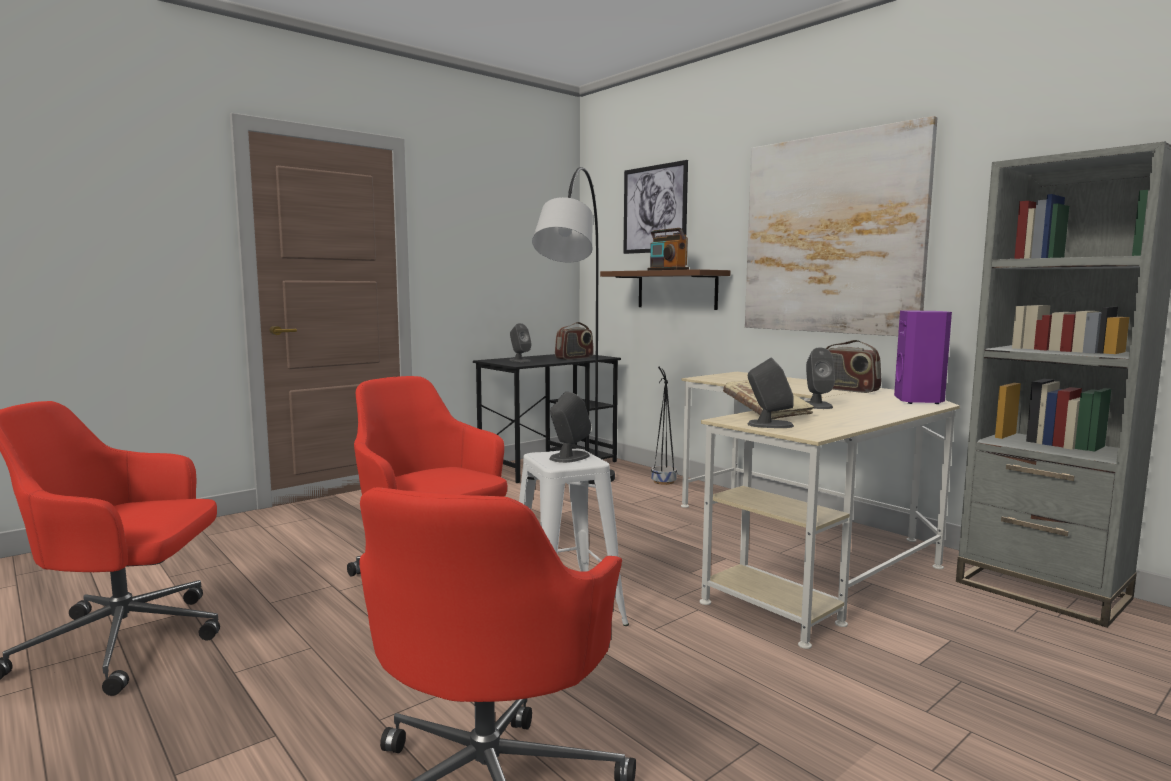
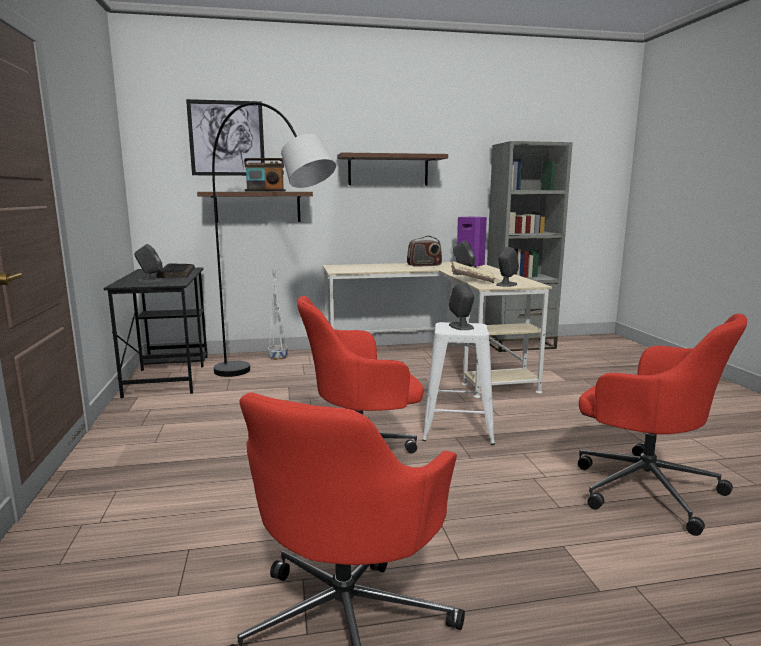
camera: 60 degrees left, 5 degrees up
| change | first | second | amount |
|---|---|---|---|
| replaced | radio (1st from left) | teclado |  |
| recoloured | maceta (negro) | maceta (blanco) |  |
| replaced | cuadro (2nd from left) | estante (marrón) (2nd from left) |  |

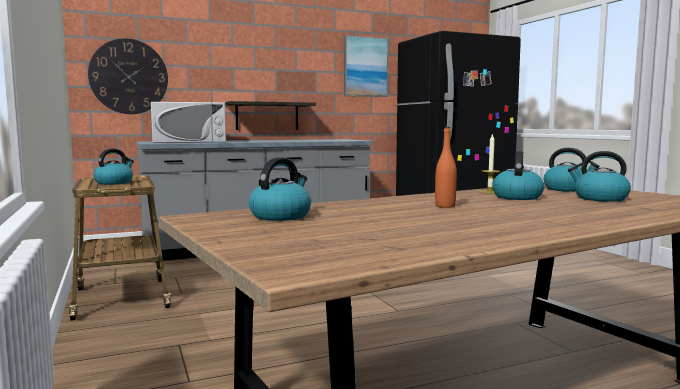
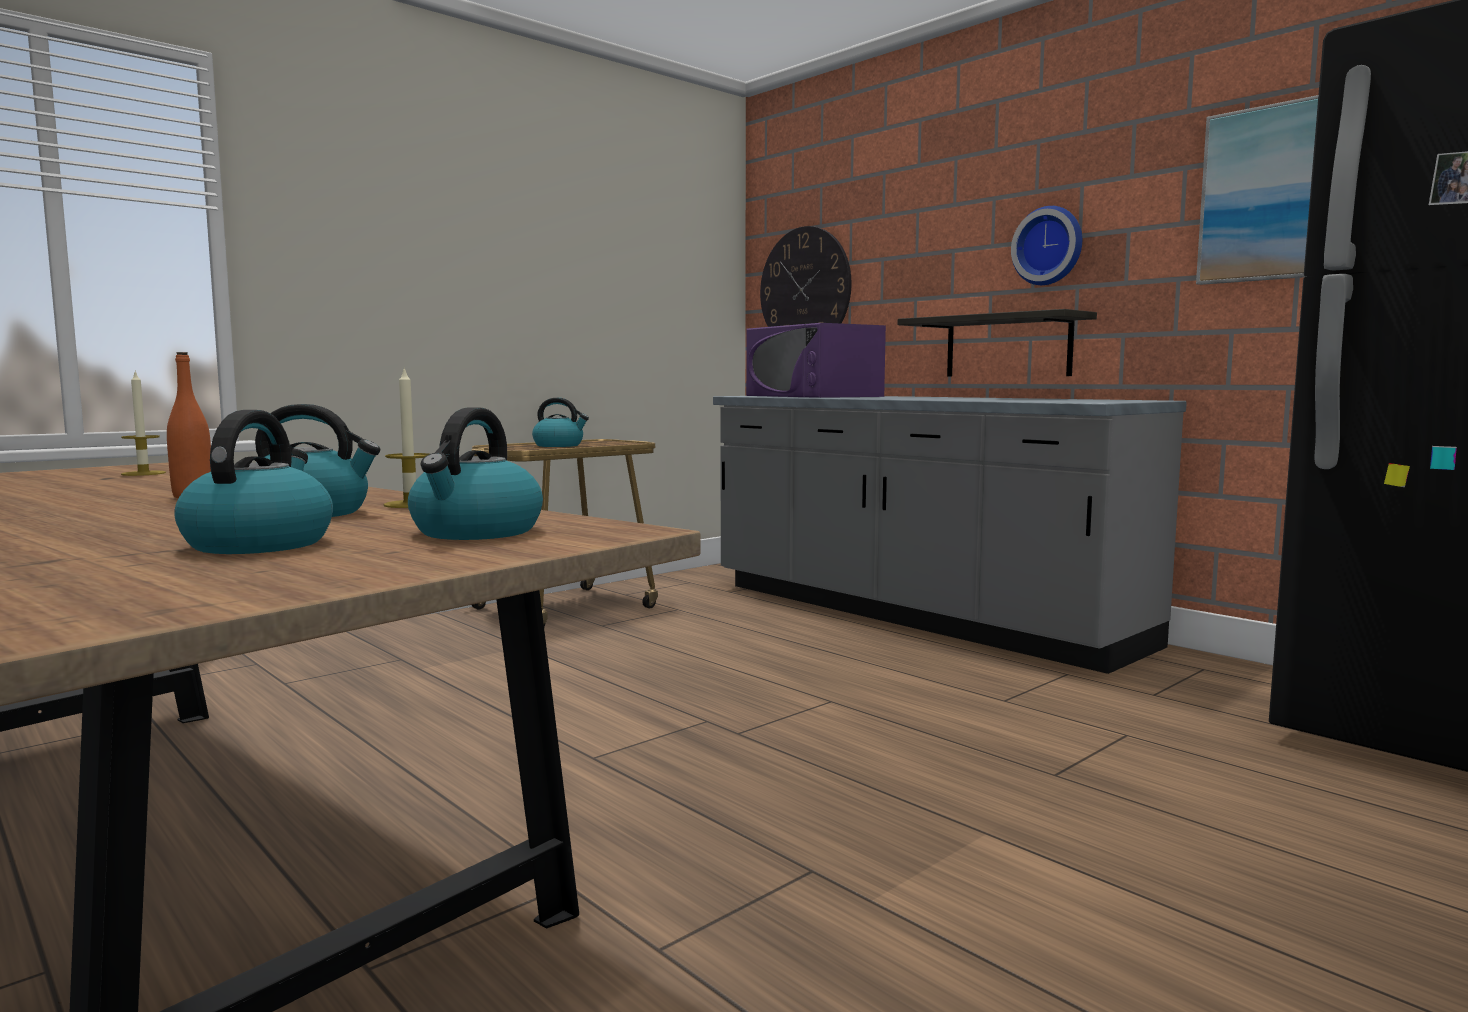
camera: 70 degrees right, 0 degrees up
| change | first | second | amount |
|---|---|---|---|
| replaced | hervidor (2nd from left) | vela (1st from left) |  |
| recoloured | microondas (blanco) | microondas (morado) |  |
| added |  | reloj de pared (2nd from left) |  |

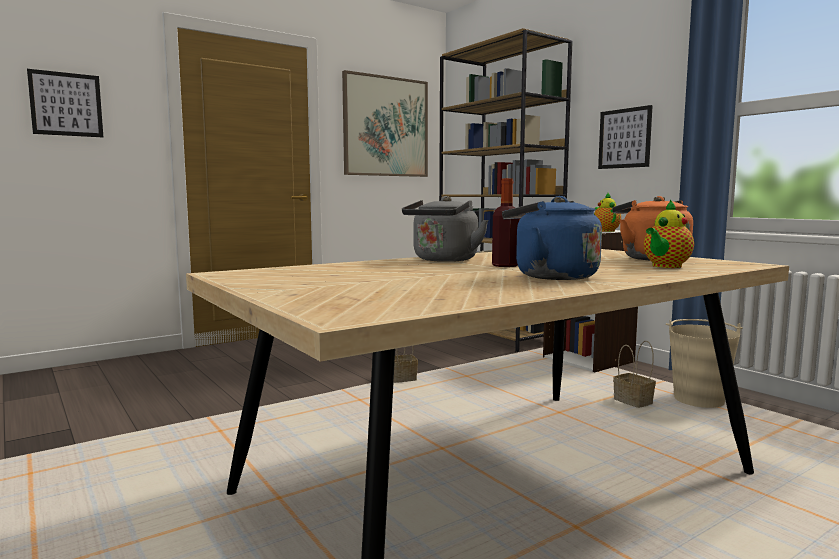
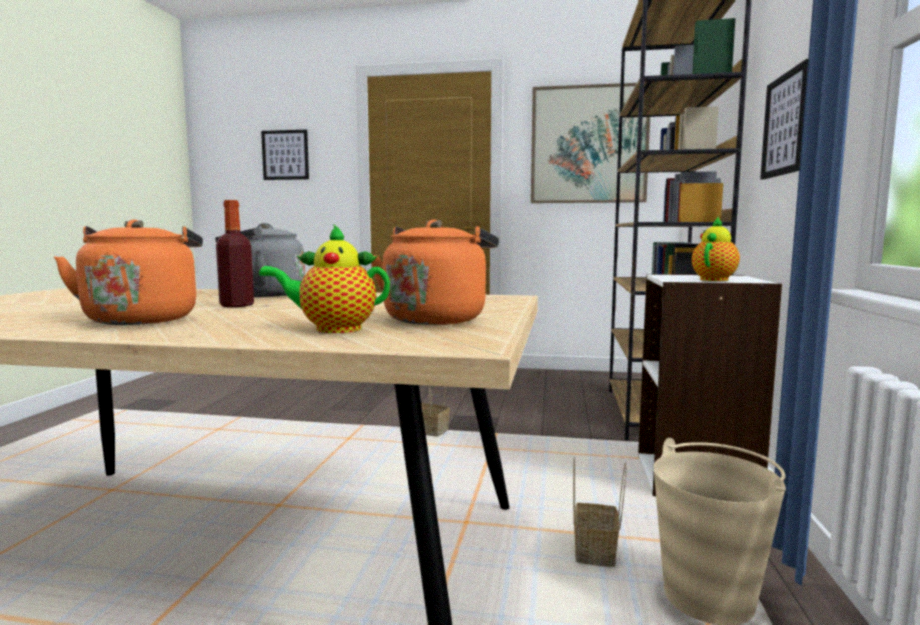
camera: 45 degrees right, 0 degrees up
| change | first | second | amount |
|---|---|---|---|
| recoloured | hervidor (azul) | hervidor (naranja) (1st from left) |  |

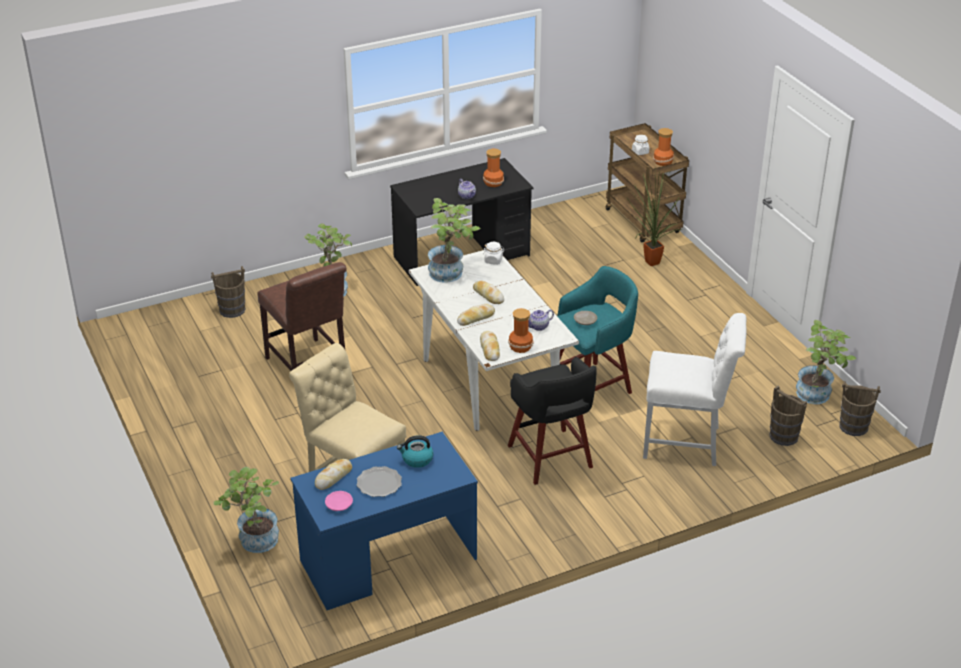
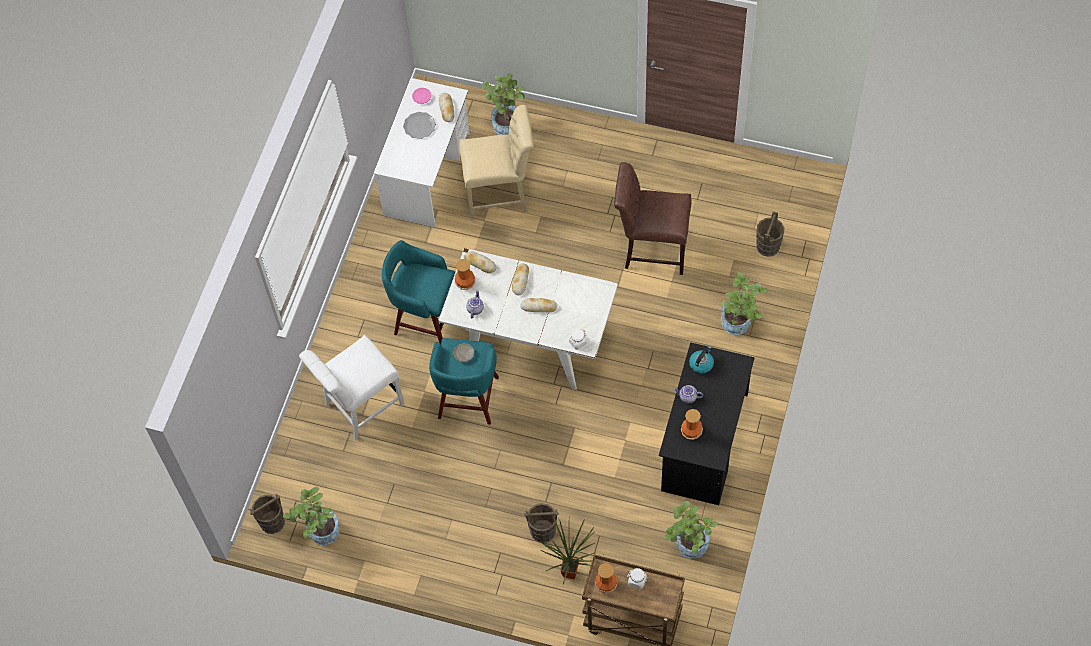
camera: 135 degrees right, 25 degrees up
| change | first | second | amount |
|---|---|---|---|
| recoloured | escritorio (azul) | escritorio (blanco) |  |
| recoloured | taburete (negro) | taburete (turquesa) (1st from left) |  |
| moved | cubo (marrón) (2nd from left) |  |  |
| moved | planta en maceta (3rd from left in the first image) | planta en maceta (4th from left) |  |
| moved | hervidor |  |  |

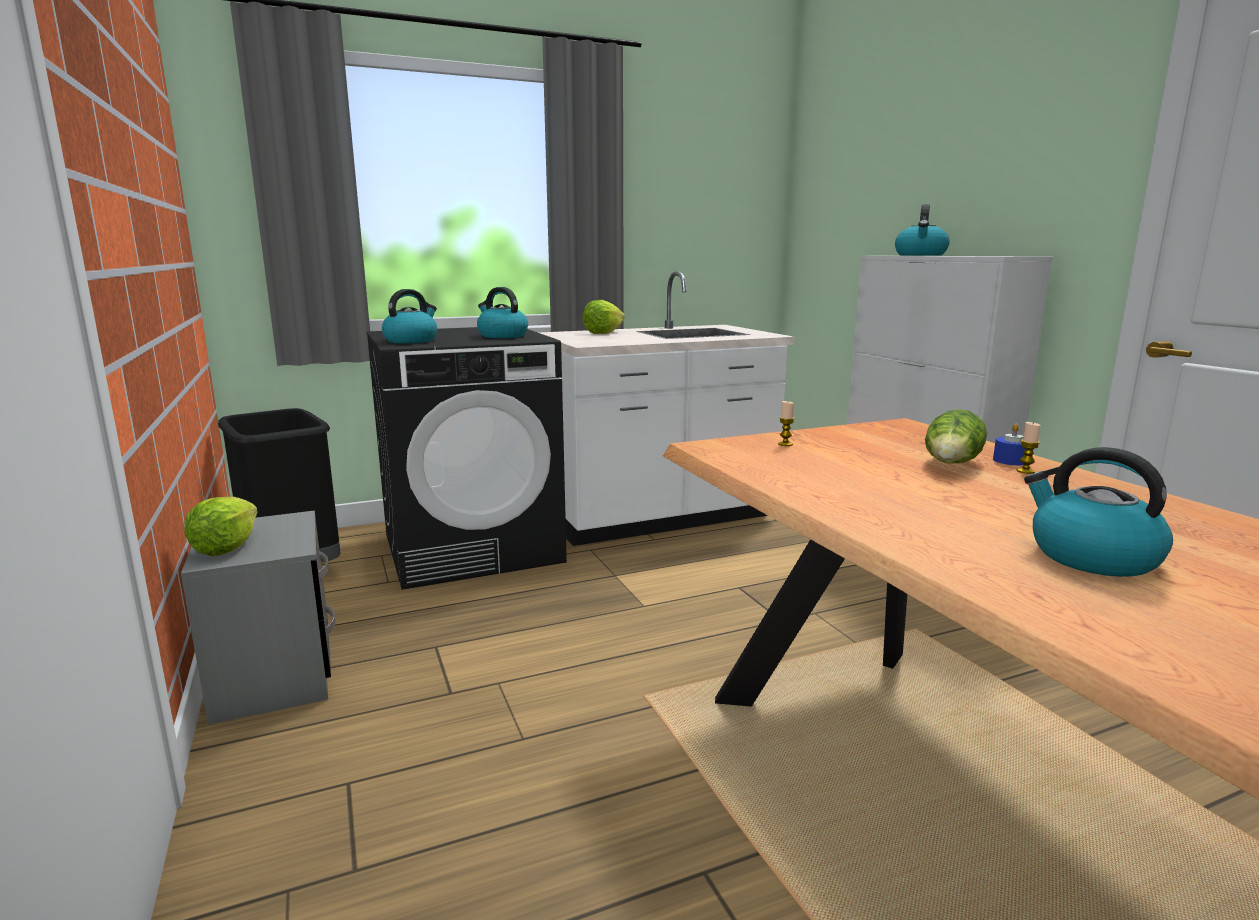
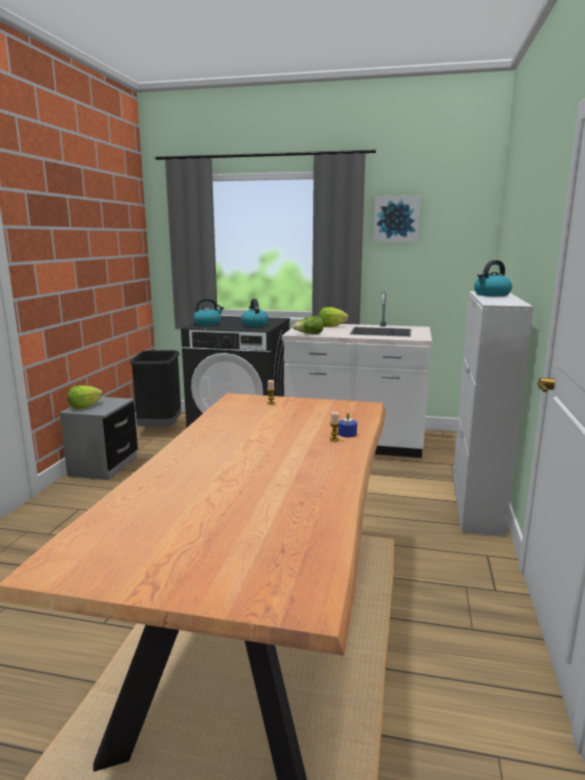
camera: 35 degrees right, 0 degrees up
| change | first | second | amount |
|---|---|---|---|
| moved | lechuga (3rd from left in the first image) | lechuga (2nd from left) |  |
| added |  | cuadro |  |
| removed | hervidor (4th from left) |  |  |

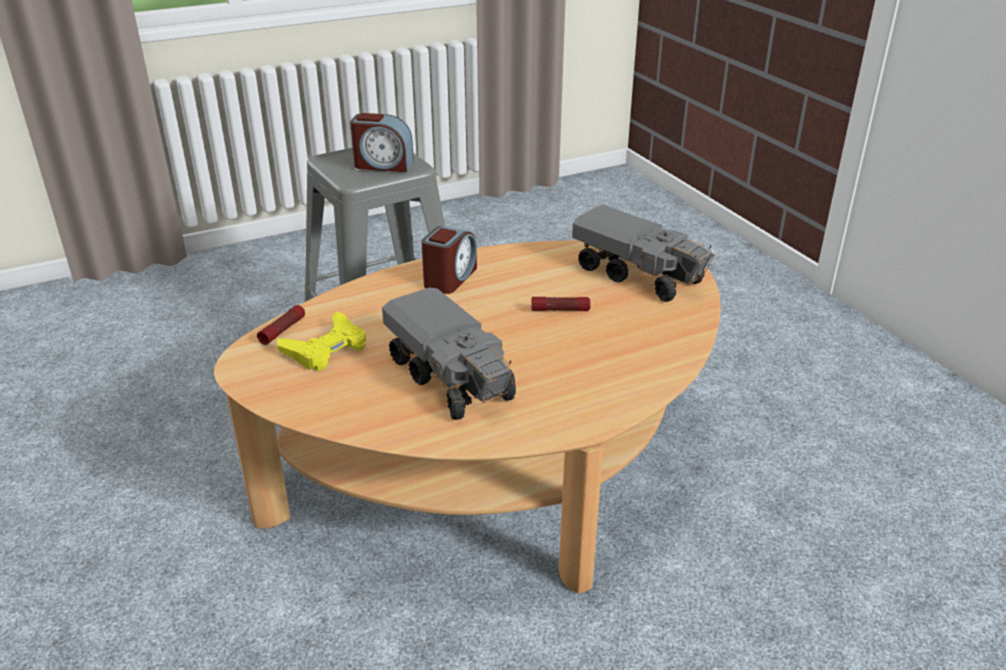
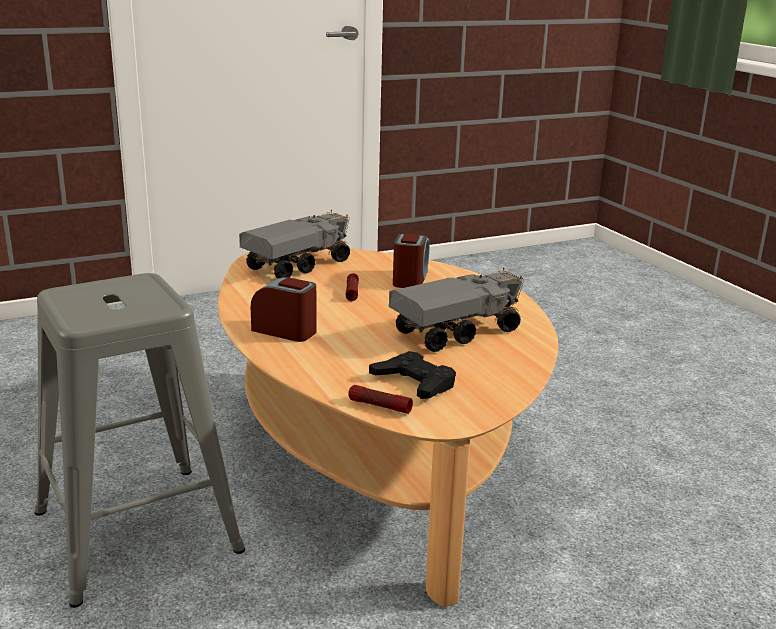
camera: 90 degrees left, 10 degrees down
| change | first | second | amount |
|---|---|---|---|
| recoloured | mando de consola (amarillo) | mando de consola (negro) |  |
| moved | despertador (1st from left in the first image) | despertador (2nd from left) |  |

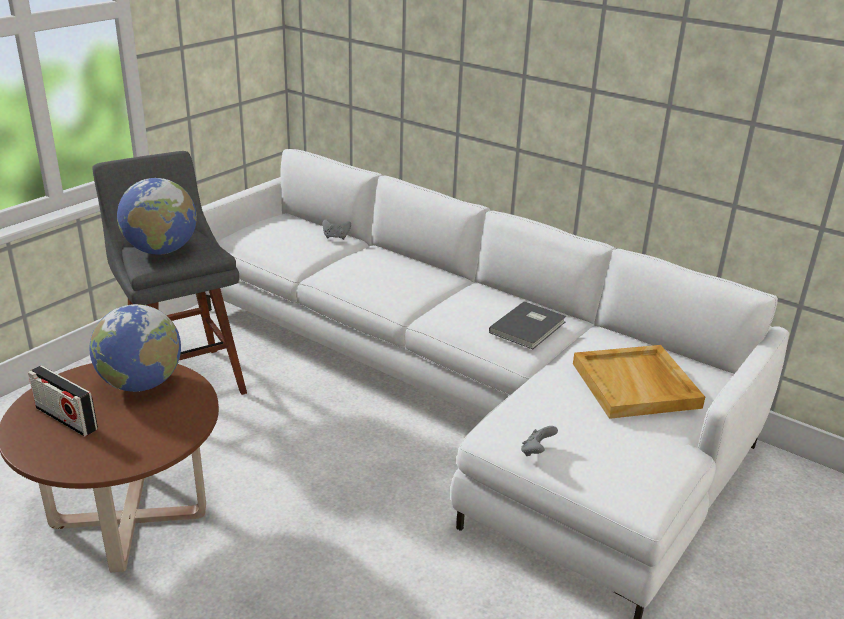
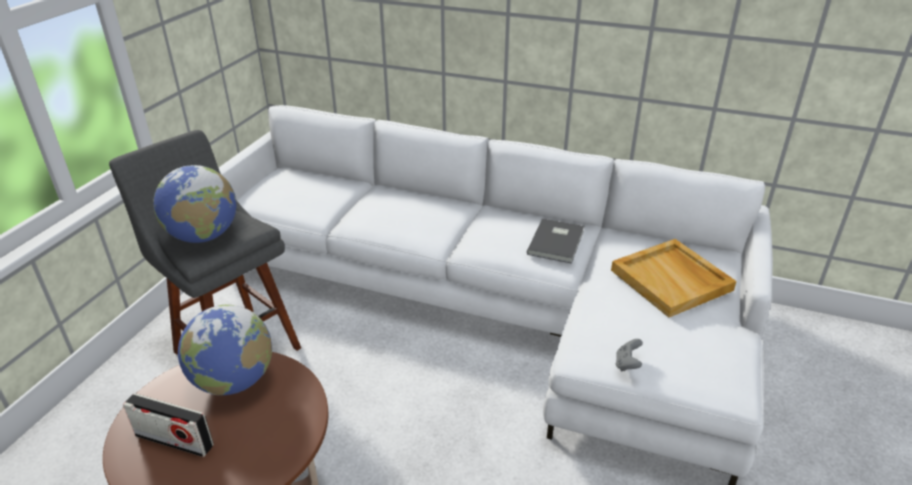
camera: 15 degrees left, 5 degrees up
| change | first | second | amount |
|---|---|---|---|
| removed | mando de consola (gris) (1st from left) |  |  |

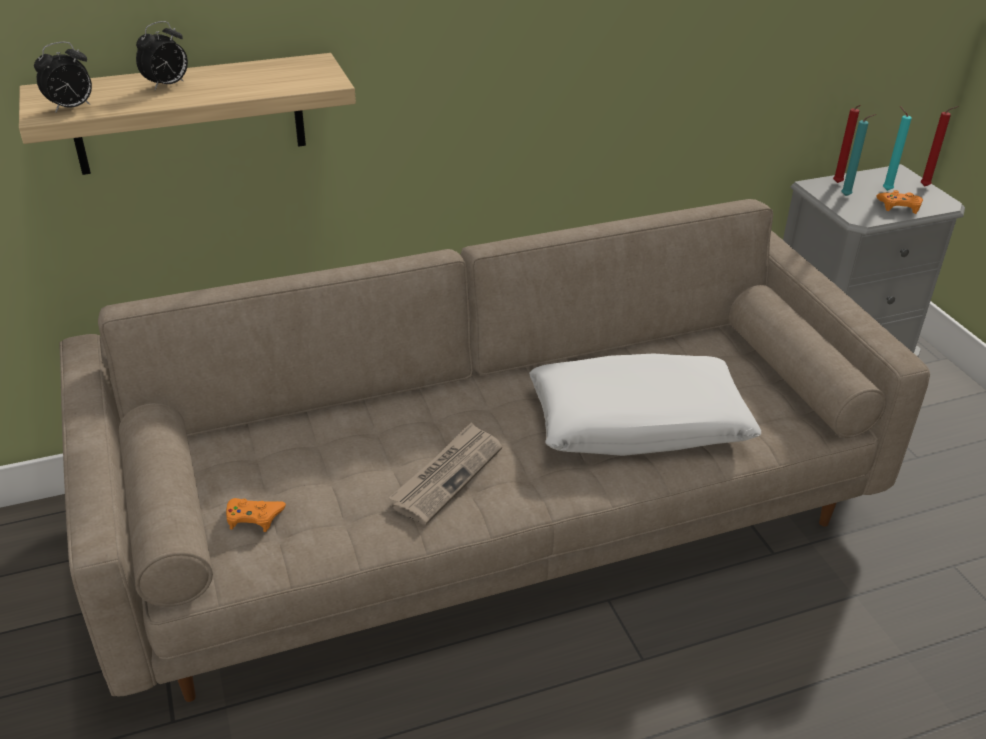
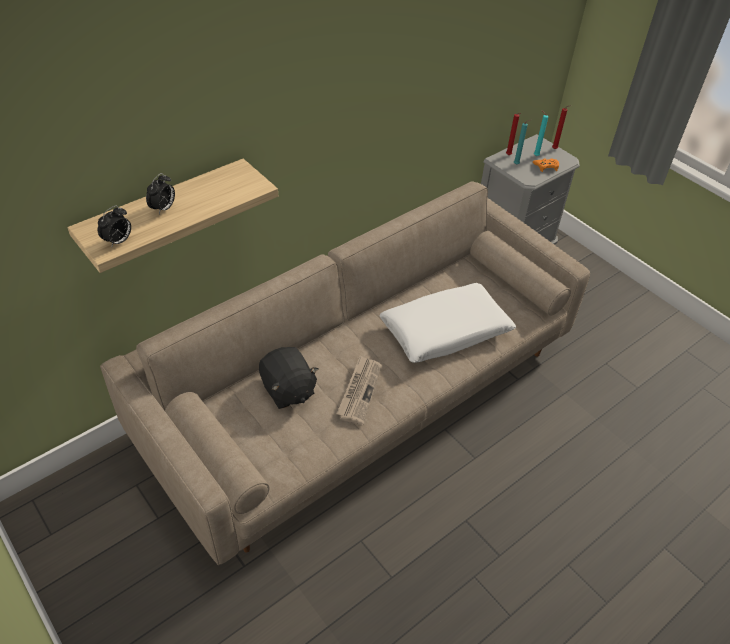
camera: 20 degrees left, 10 degrees up
| change | first | second | amount |
|---|---|---|---|
| added |  | peluche (negro) |  |
| removed | mando de consola (naranja) (1st from left) |  |  |

